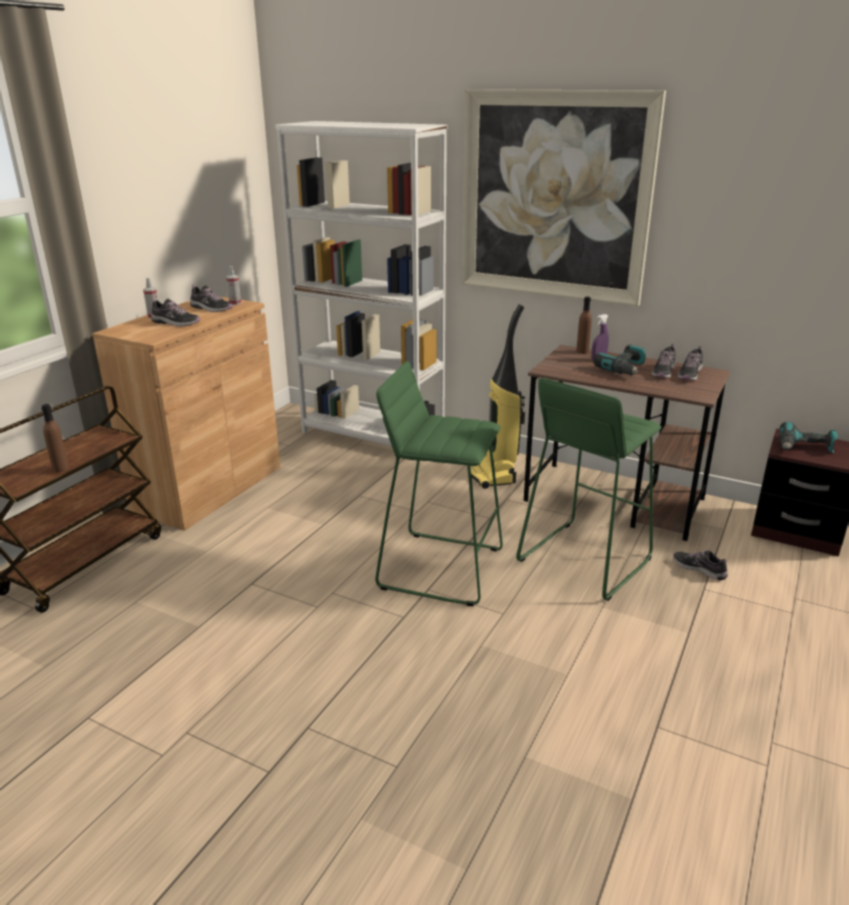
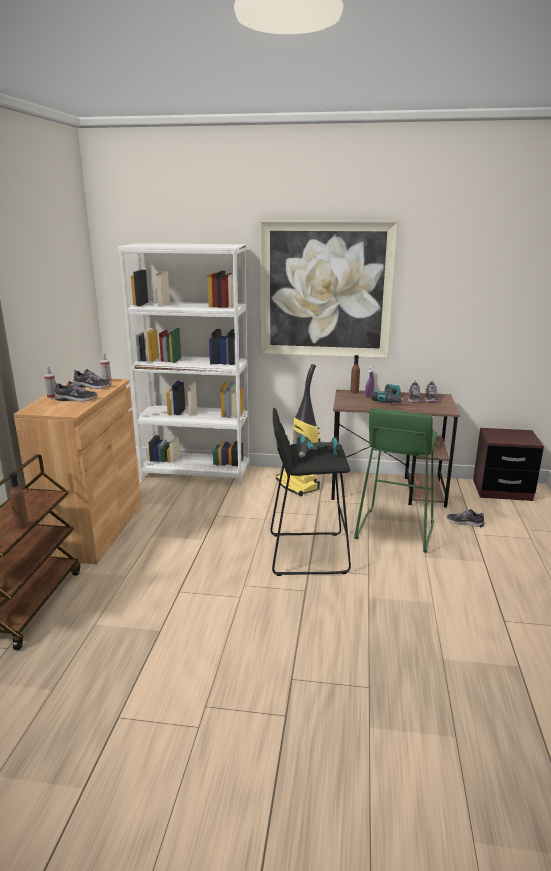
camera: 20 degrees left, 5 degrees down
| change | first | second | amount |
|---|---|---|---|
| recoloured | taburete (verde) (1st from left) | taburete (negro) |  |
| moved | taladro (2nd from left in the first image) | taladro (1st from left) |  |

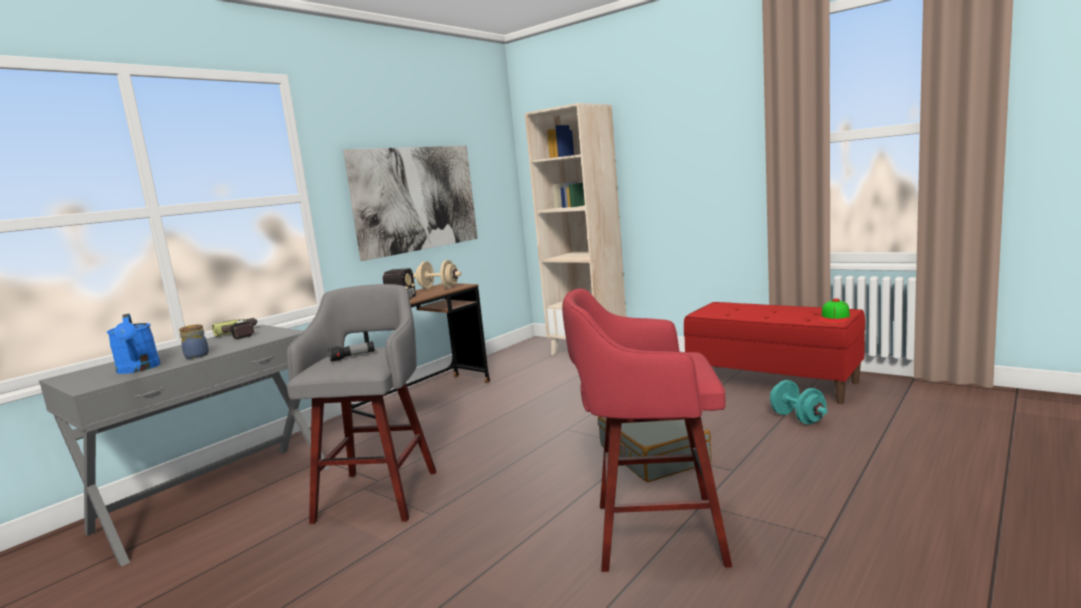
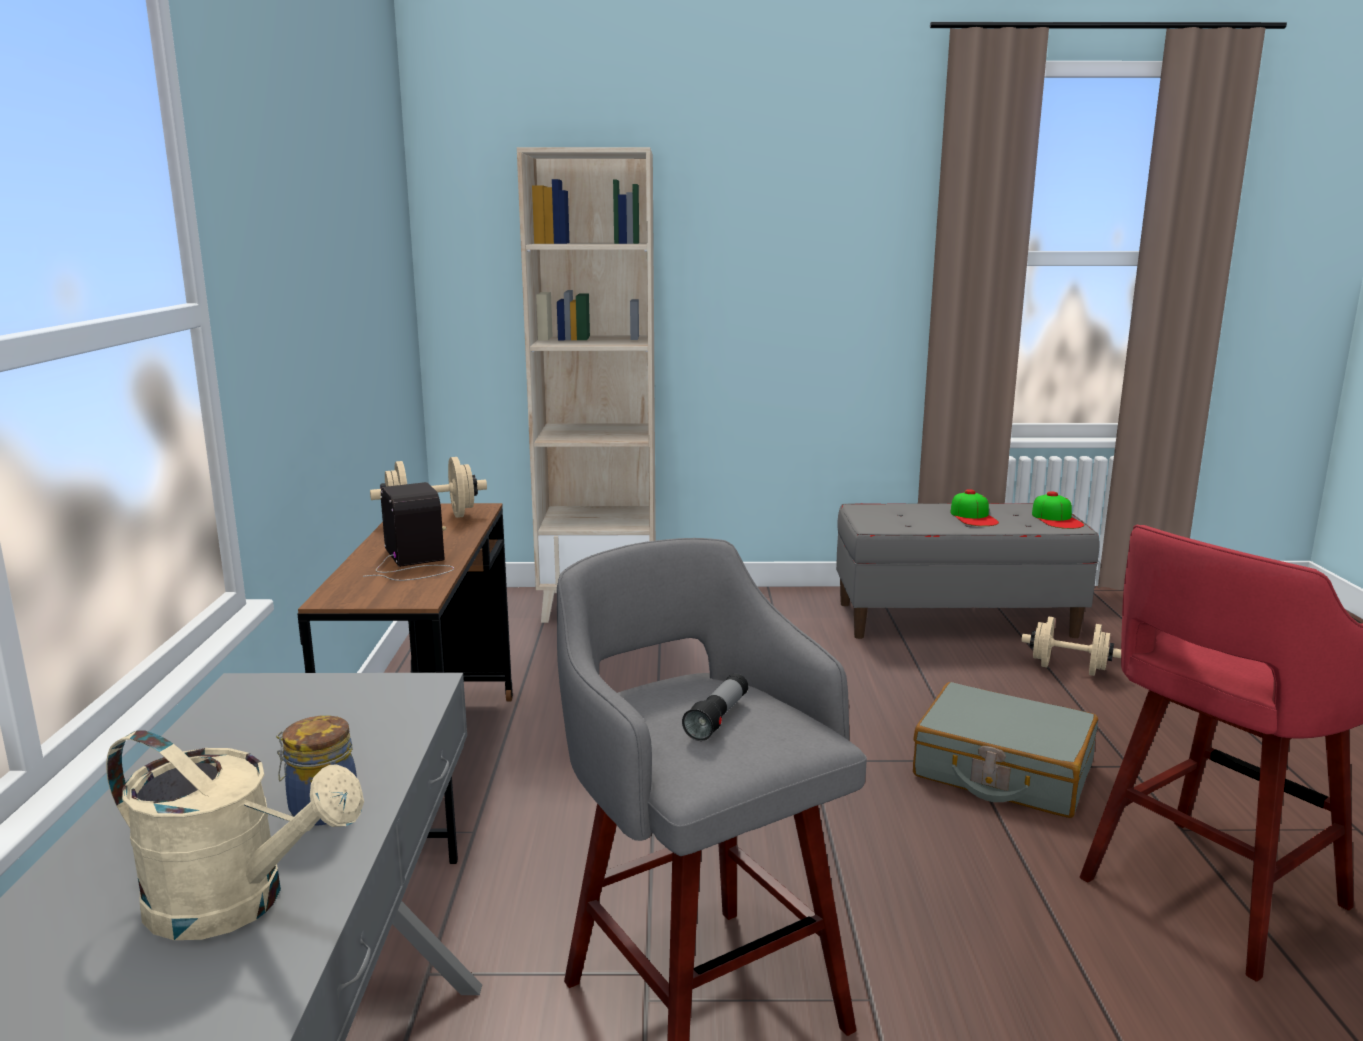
camera: 40 degrees left, 5 degrees up
| change | first | second | amount |
|---|---|---|---|
| recoloured | regadera (azul) | regadera (beis) |  |
| recoloured | banco (rojo) | banco (gris) |  |
| added |  | gorra (1st from left) |  |
| recoloured | mancuerna (turquesa) | mancuerna (beis) (2nd from left) |  |
| removed | taladro |  |  |
| removed | cuadro |  |  |

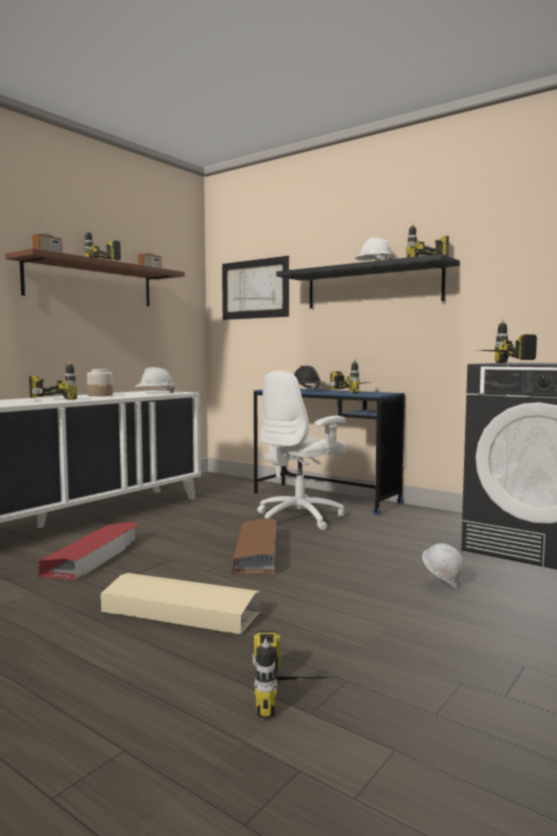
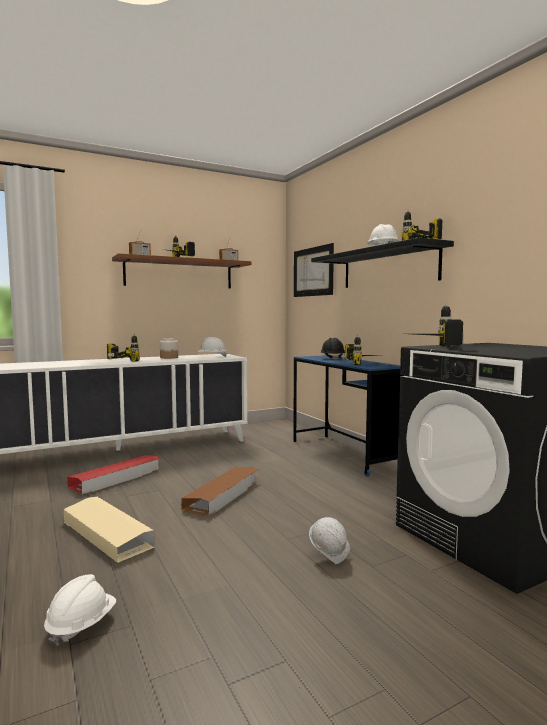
camera: 25 degrees right, 0 degrees up
| change | first | second | amount |
|---|---|---|---|
| replaced | taladro (3rd from left) | casco (blanco) (1st from left) |  |
| removed | silla de oficina (blanco) |  |  |

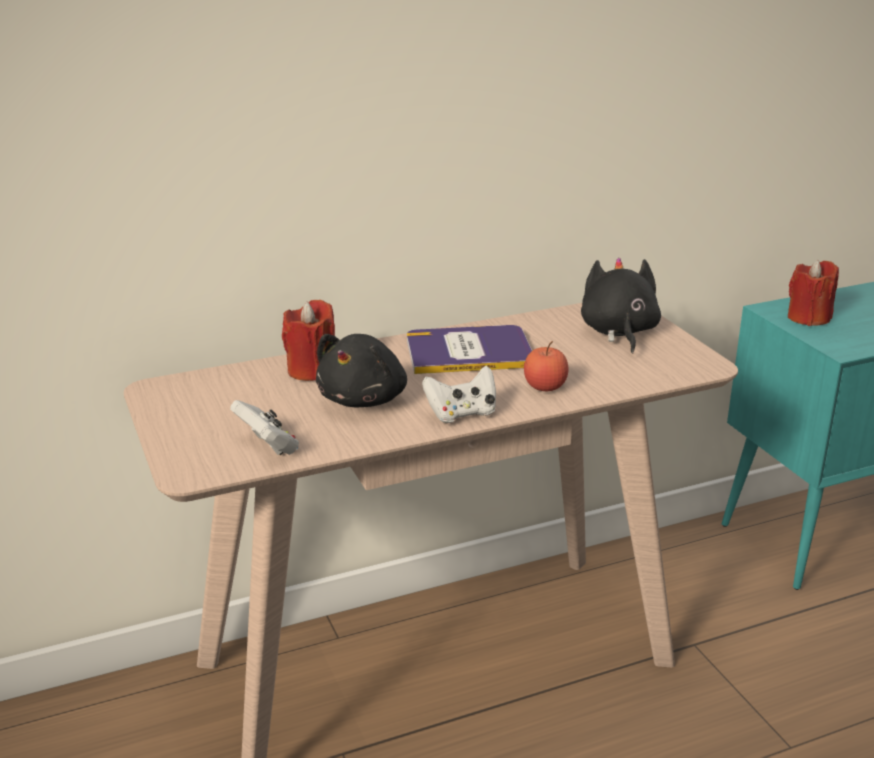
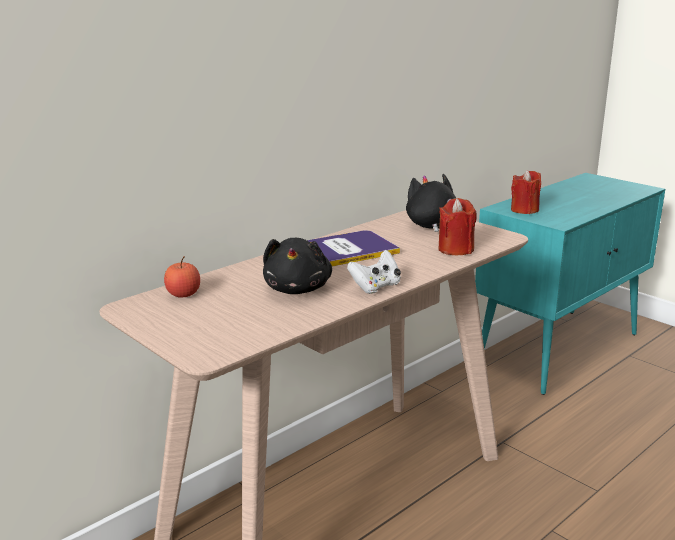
camera: 20 degrees left, 5 degrees down
| change | first | second | amount |
|---|---|---|---|
| moved | manzana |  |  |
| moved | vela (rojo) (1st from left) |  |  |
| removed | mando de consola (blanco) (1st from left) |  |  |

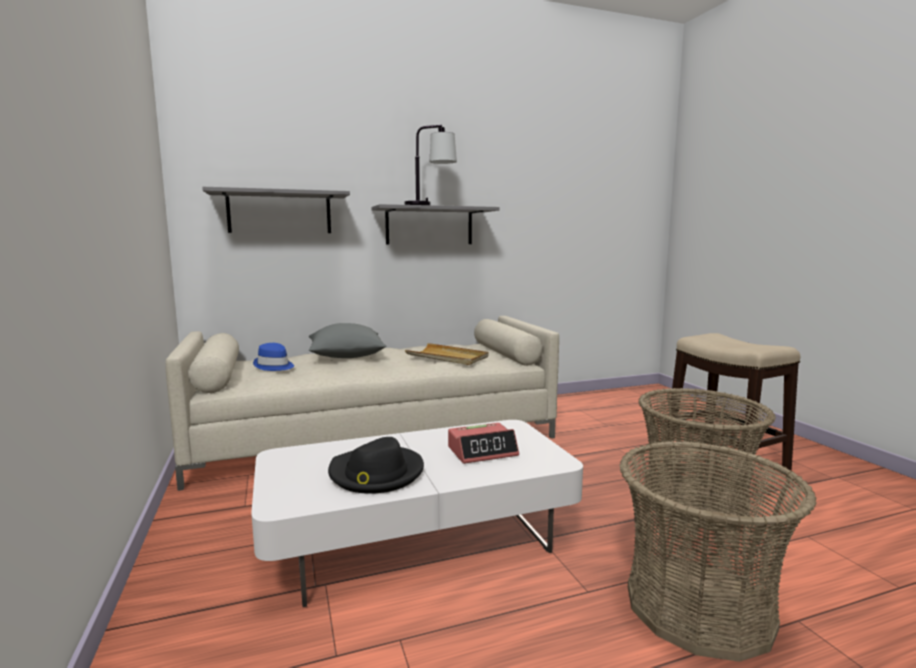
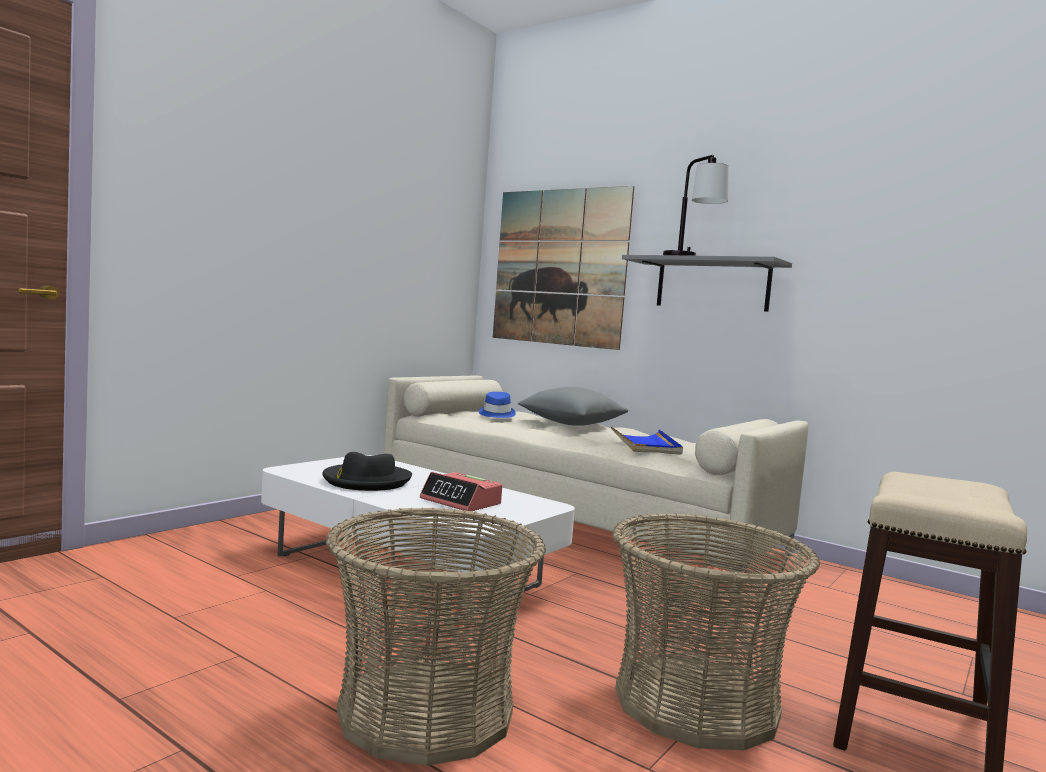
camera: 55 degrees right, 5 degrees down
| change | first | second | amount |
|---|---|---|---|
| replaced | estante (gris) (1st from left) | cuadro |  |
| recoloured | bandeja (beis) | bandeja (azul) |  |

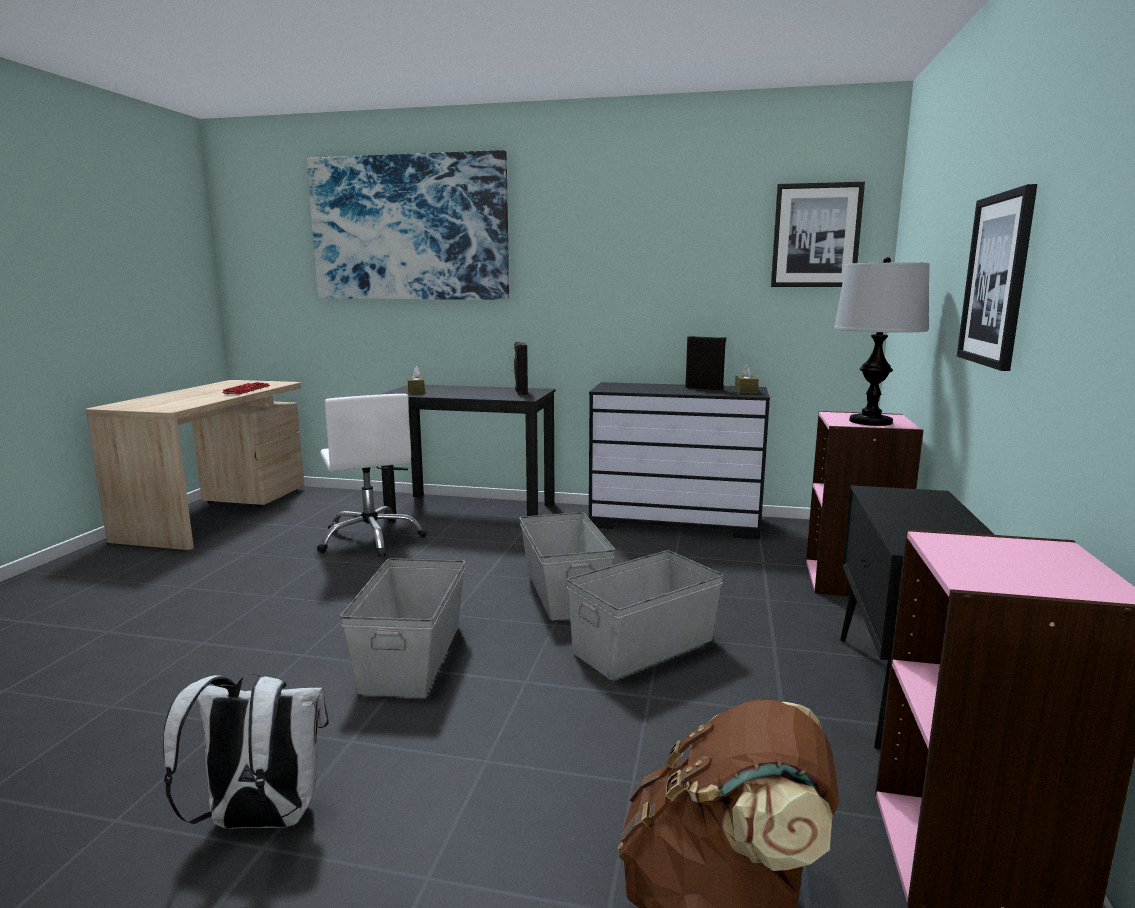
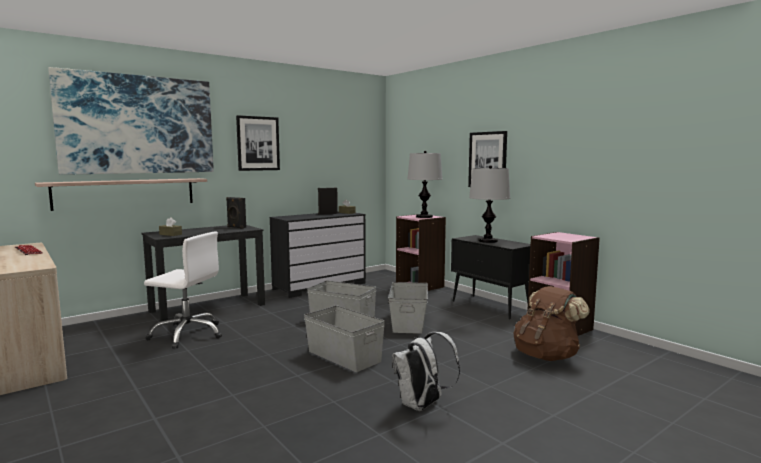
camera: 50 degrees left, 5 degrees down
| change | first | second | amount |
|---|---|---|---|
| added |  | estante |  |
| moved | cuadro (2nd from left) |  |  |
| added |  | lámpara de mesa (2nd from left) |  |

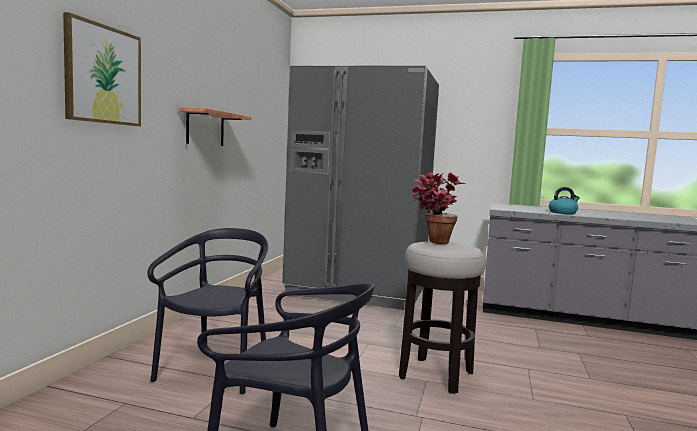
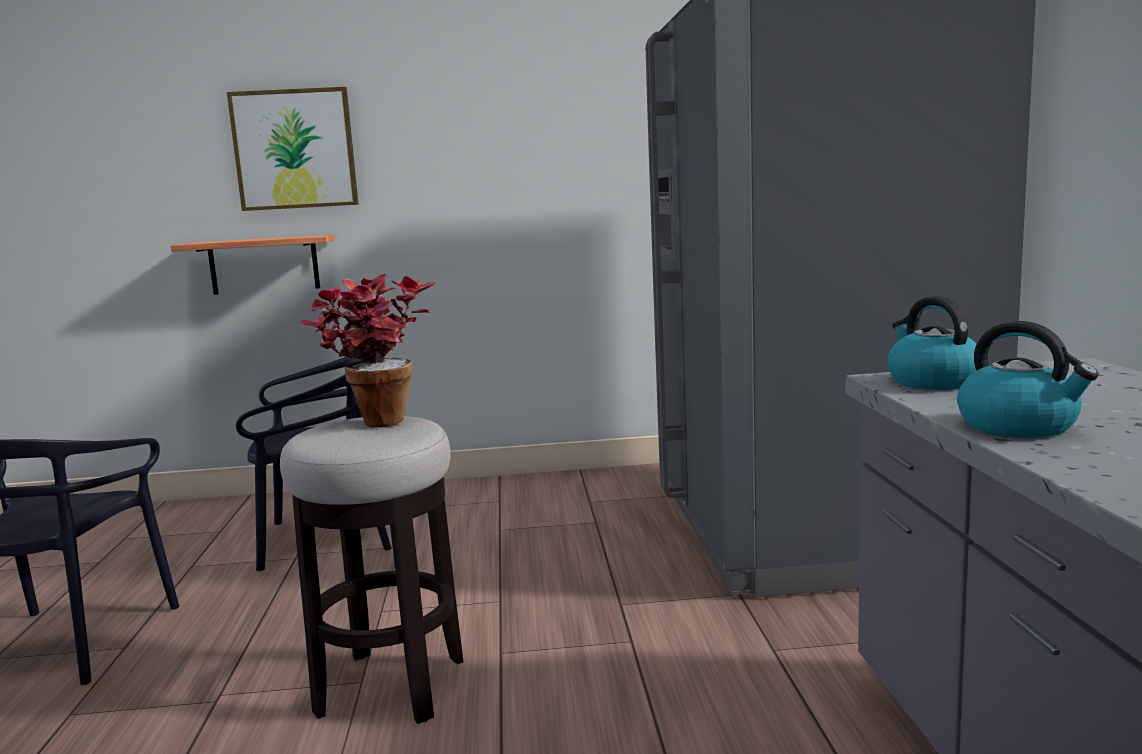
camera: 70 degrees right, 5 degrees up
| change | first | second | amount |
|---|---|---|---|
| moved | estante |  |  |
| added |  | hervidor (1st from left) |  |

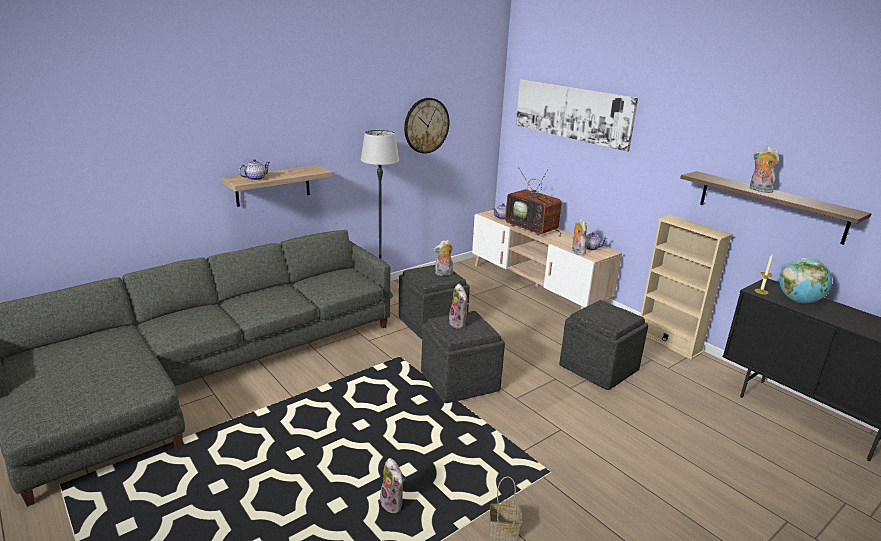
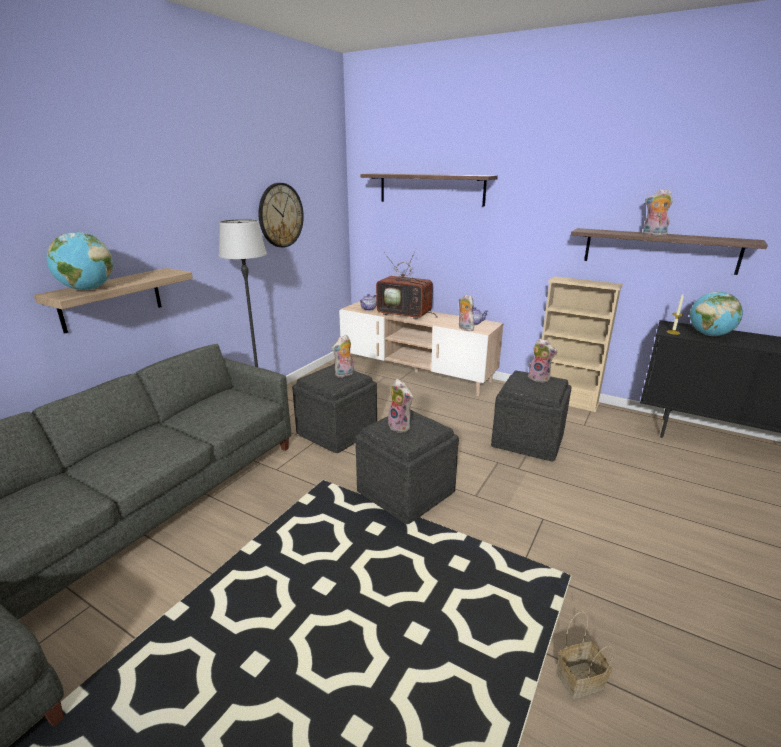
camera: 20 degrees left, 0 degrees up
| change | first | second | amount |
|---|---|---|---|
| replaced | tetera (1st from left) | globo terráqueo (1st from left) |  |
| replaced | cuadro | estante (2nd from left) |  |
| moved | peluche (1st from left in the first image) | peluche (4th from left) |  |

